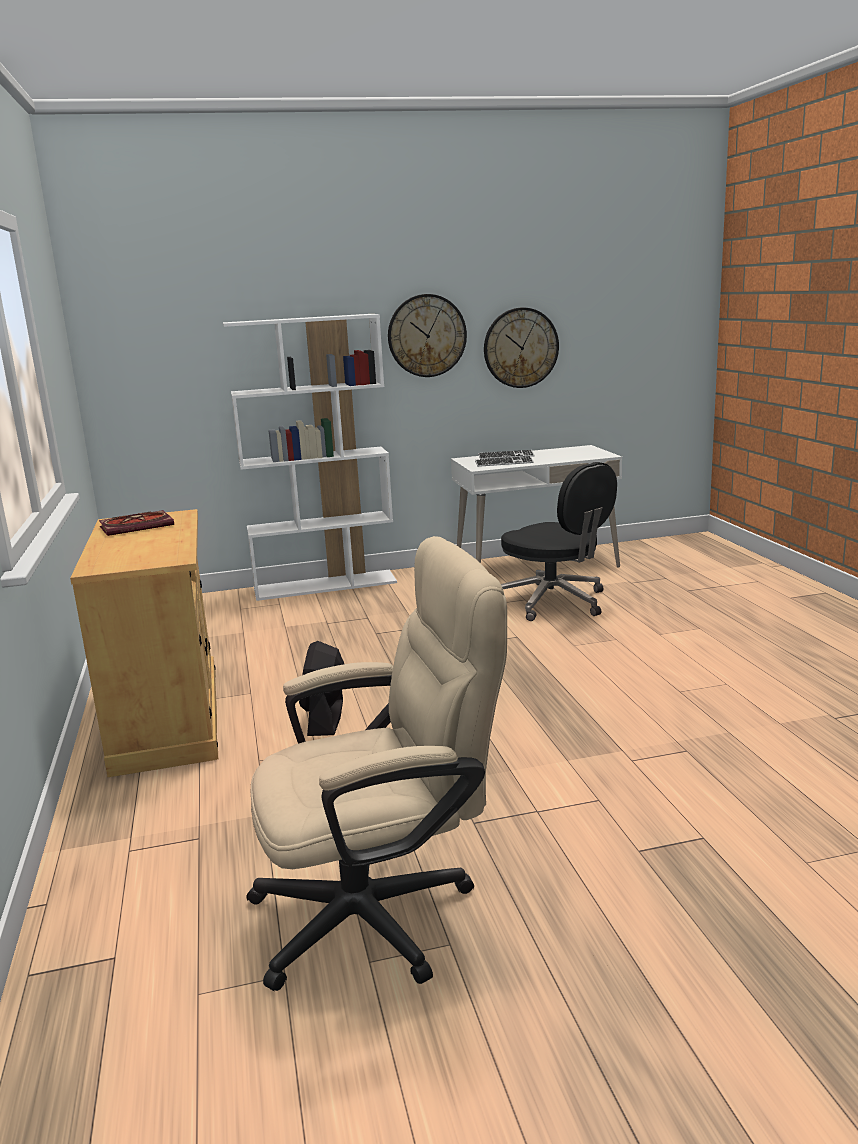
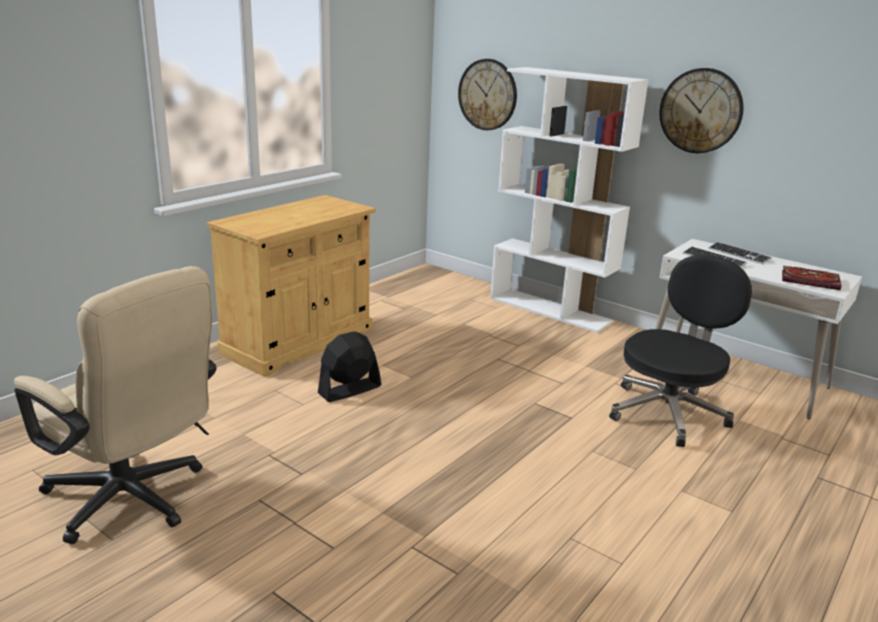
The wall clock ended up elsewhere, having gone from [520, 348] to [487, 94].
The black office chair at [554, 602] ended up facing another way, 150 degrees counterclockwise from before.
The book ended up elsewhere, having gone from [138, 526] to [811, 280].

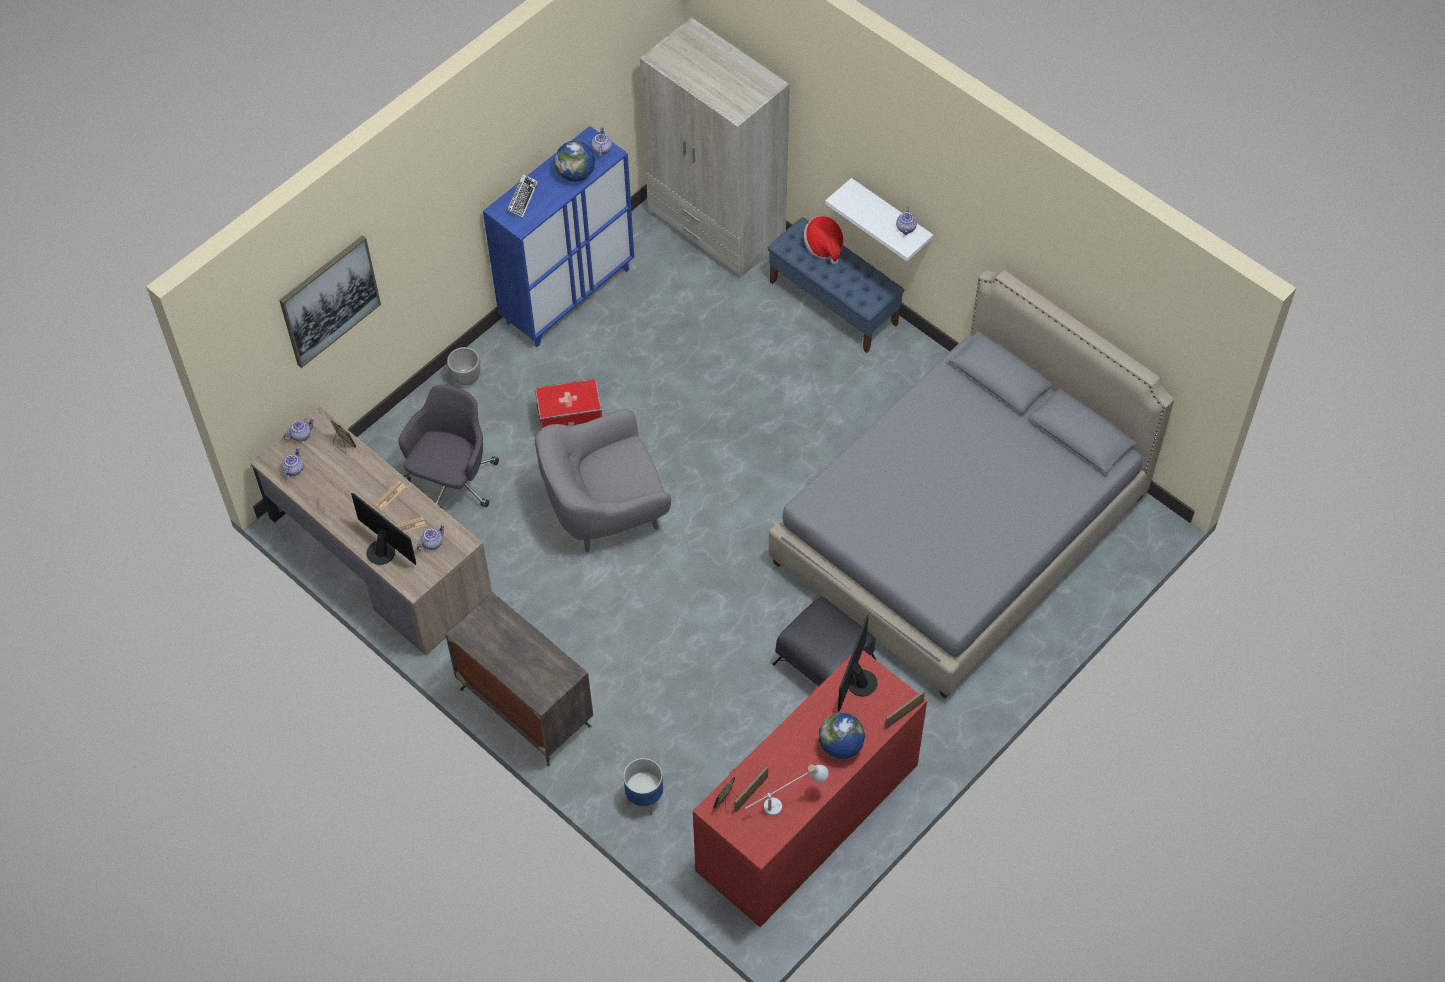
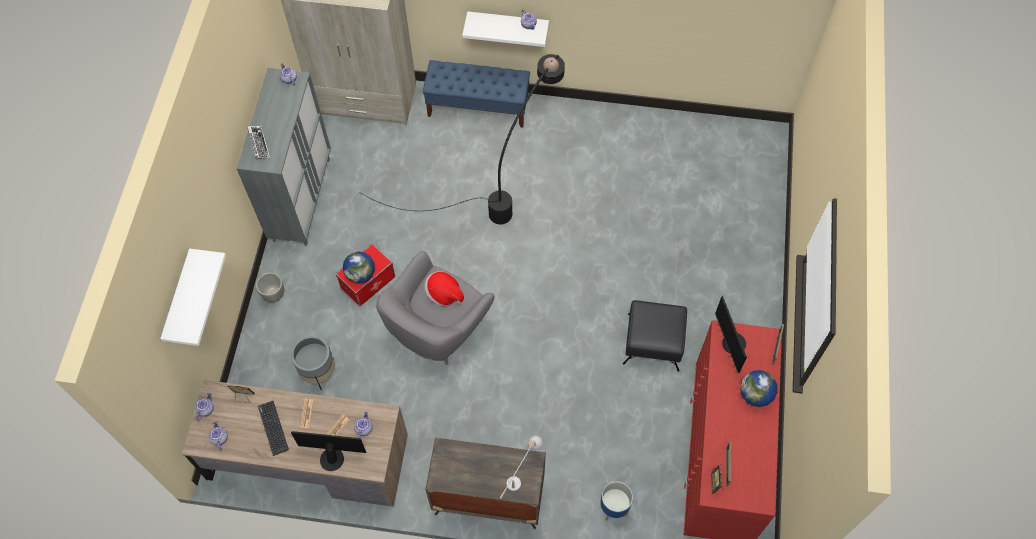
Where the picture hung at [329, 300], the white shelf came to hang at [179, 299].
What was the blue cabinet at [568, 295] turned into the grey cabinet at [301, 198].
The second view gained the keyboard at [273, 428].
Where the grey office chair stood at [452, 481], the grey planter came to stand at [318, 372].
The globe ended up elsewhere, having gone from [576, 174] to [360, 274].
The second view gained the black floor lamp at [504, 187].
The hat ended up elsewhere, having gone from [824, 246] to [444, 294].
The white table lamp ended up elsewhere, having gone from [785, 802] to [519, 475].
The second view lost the grey bed at [959, 530].

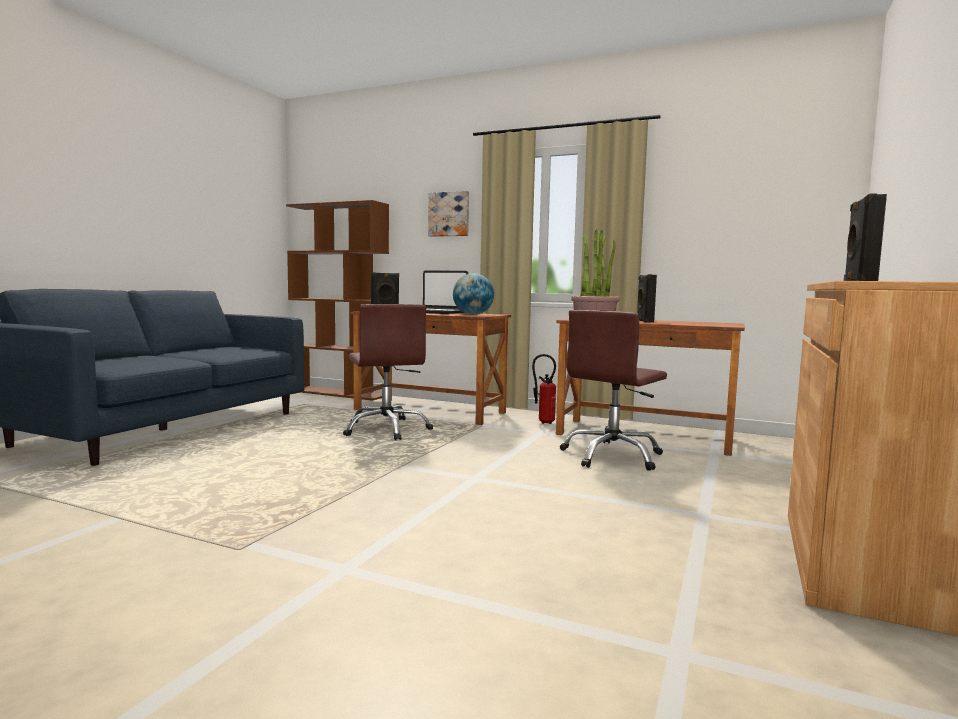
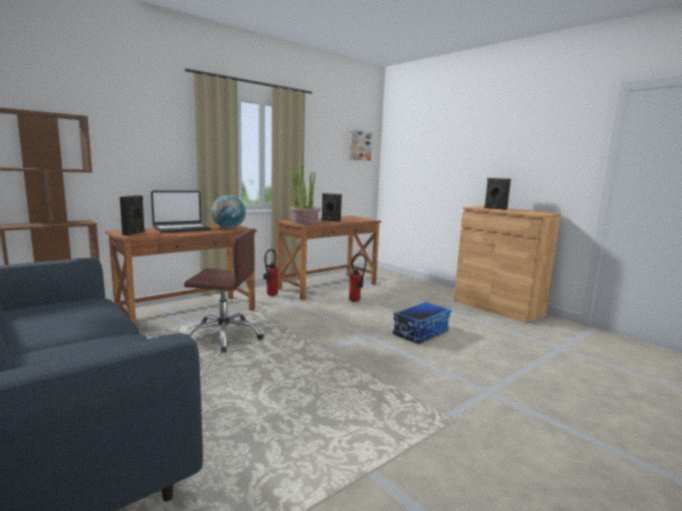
The picture ended up elsewhere, having gone from [449, 214] to [359, 145].
Where the brown office chair stood at [612, 456], the fire extinguisher came to stand at [356, 301].
The second view gained the storage box at [420, 332].

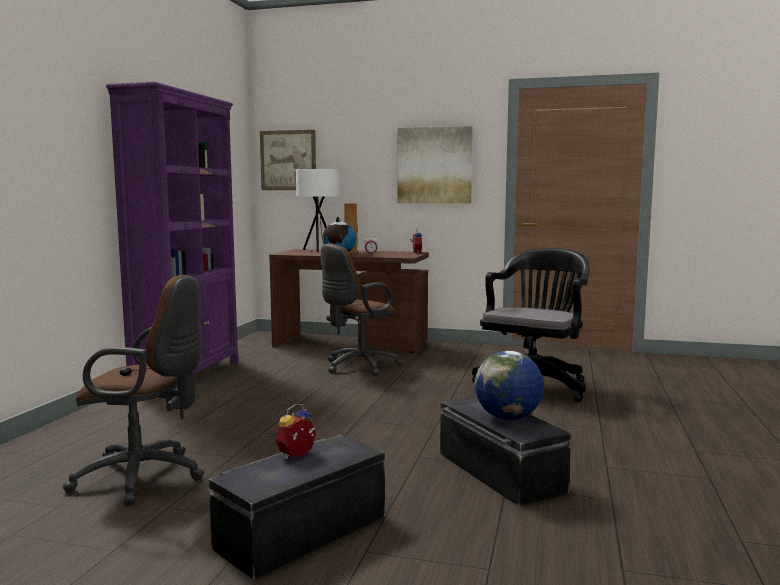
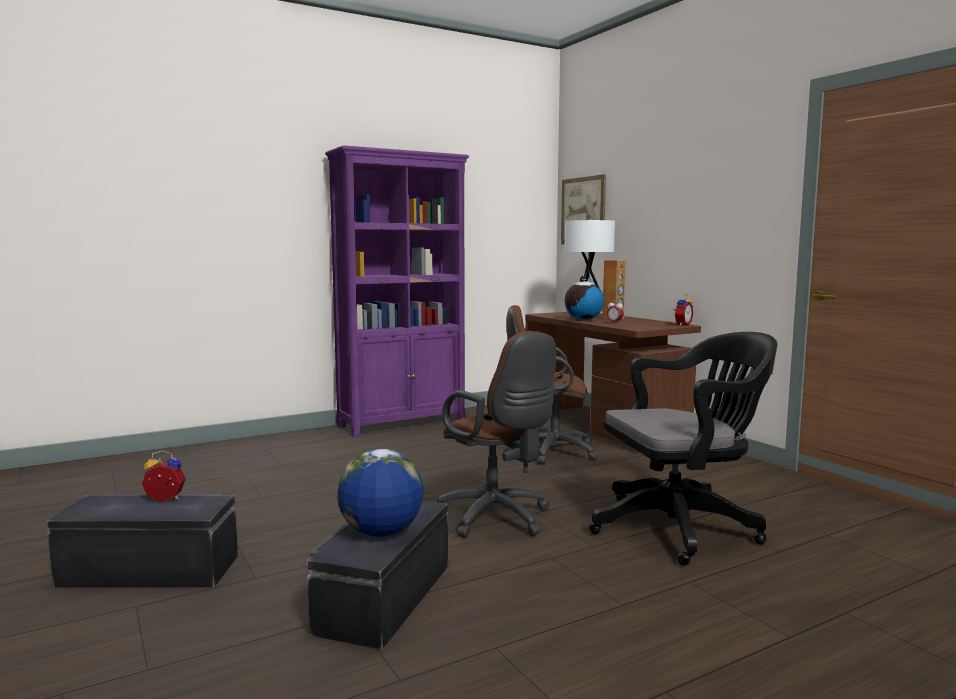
The brown office chair ended up elsewhere, having gone from [145, 477] to [497, 519].
The second view lost the picture at [434, 165].

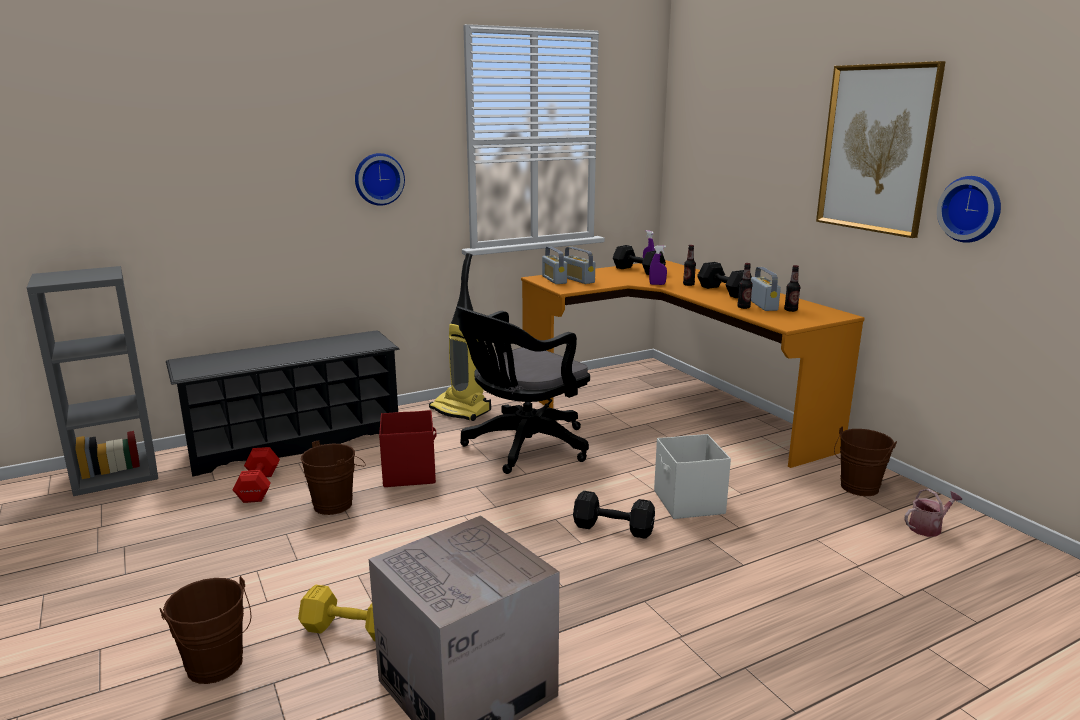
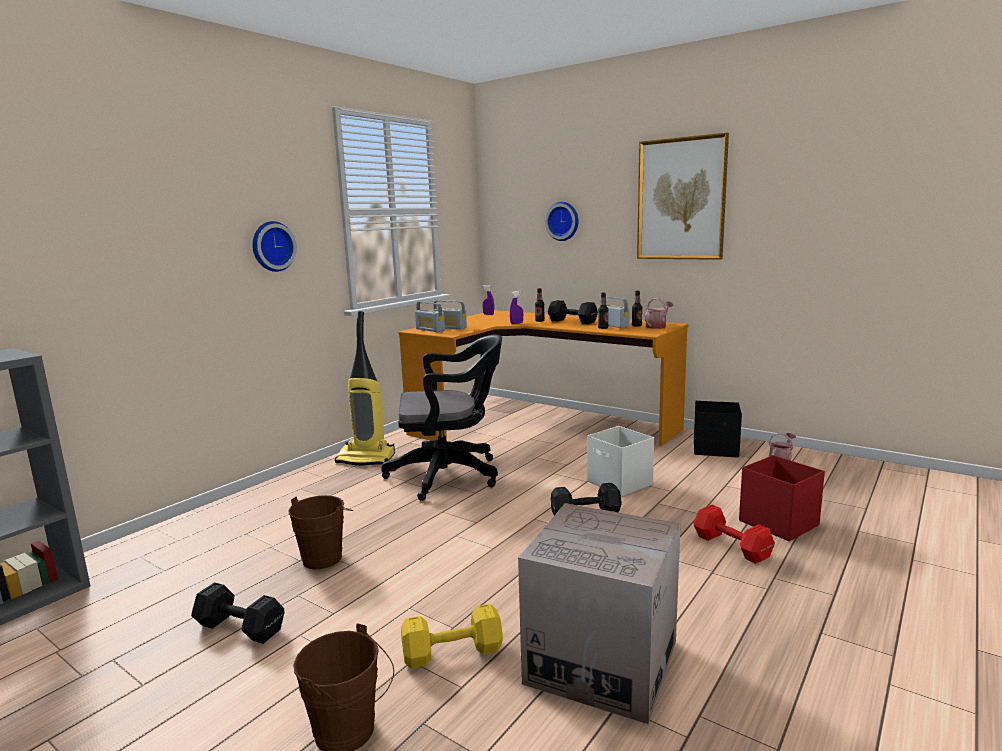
The black dumbbell ended up elsewhere, having gone from [637, 270] to [239, 627].
The black office chair at [522, 447] ended up facing another way, 120 degrees counterclockwise from before.
The wall clock ended up elsewhere, having gone from [971, 209] to [563, 221].
The second view gained the watering can at [657, 326].
The red dumbbell ended up elsewhere, having gone from [257, 487] to [732, 547].
Where the brown bucket stood at [857, 489], the black storage box came to stand at [716, 449].
The red storage box ended up elsewhere, having gone from [410, 473] to [778, 523].
The second view lost the black shoe rack at [295, 441].

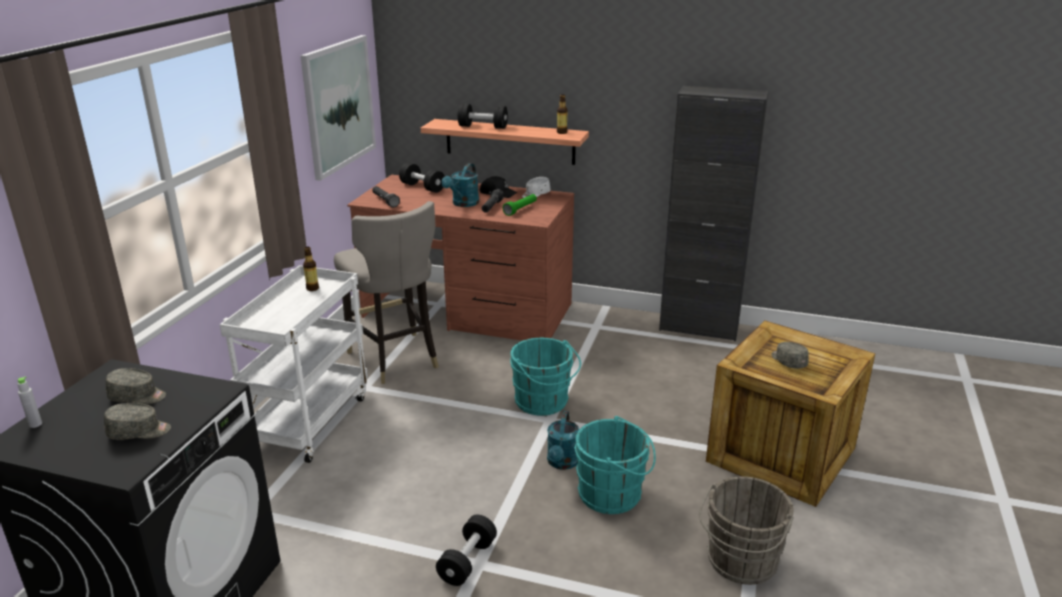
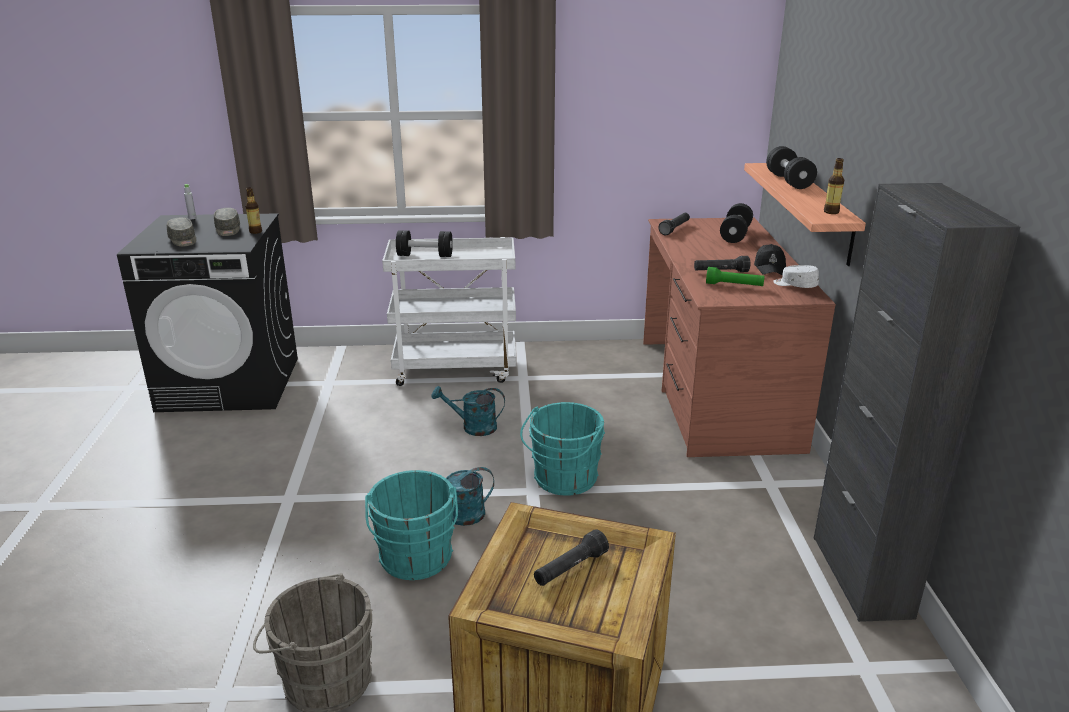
The bottle ended up elsewhere, having gone from [312, 288] to [255, 232].
The black dumbbell ended up elsewhere, having gone from [467, 561] to [425, 255].
The turquoise watering can ended up elsewhere, having gone from [463, 204] to [473, 427].
Where the grey cap stood at [788, 361], the black flashlight came to stand at [570, 569].
The second view lost the picture at [339, 105].
The second view lost the grey stool at [395, 359].

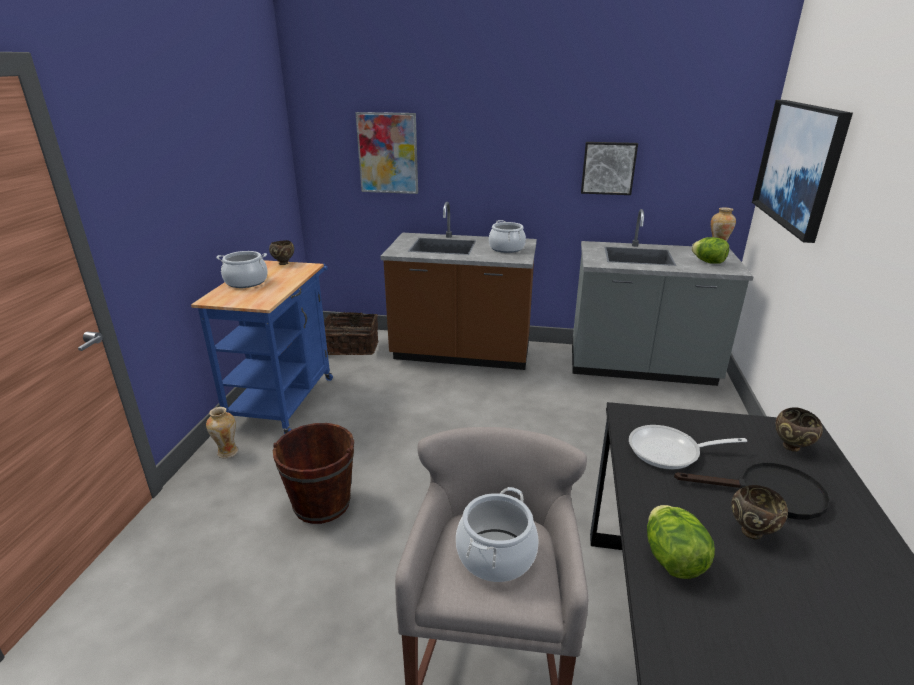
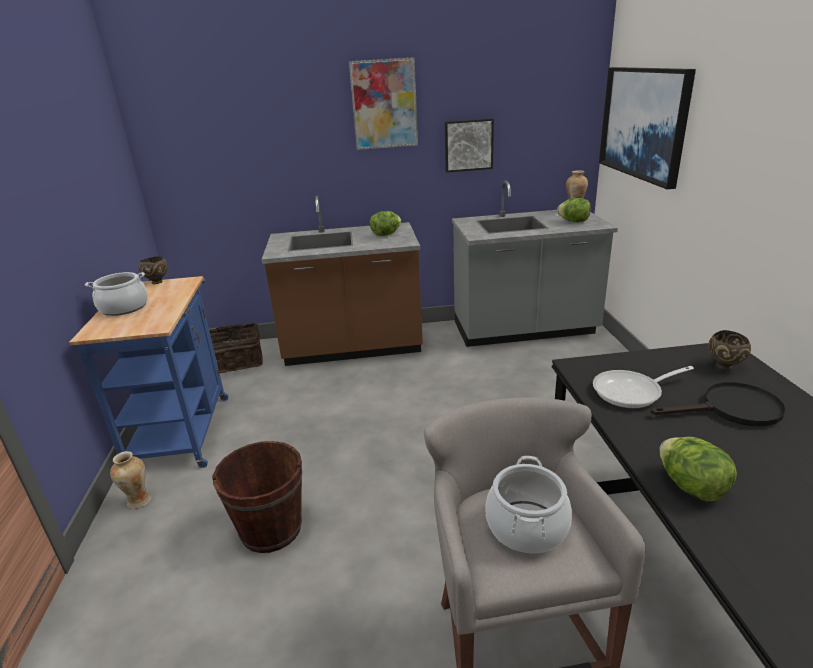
The picture ended up elsewhere, having gone from [388, 153] to [384, 104].
Where the cooking pot stood at [506, 248], the lettuce came to stand at [386, 234].
The second view lost the brown bowl at [751, 531].

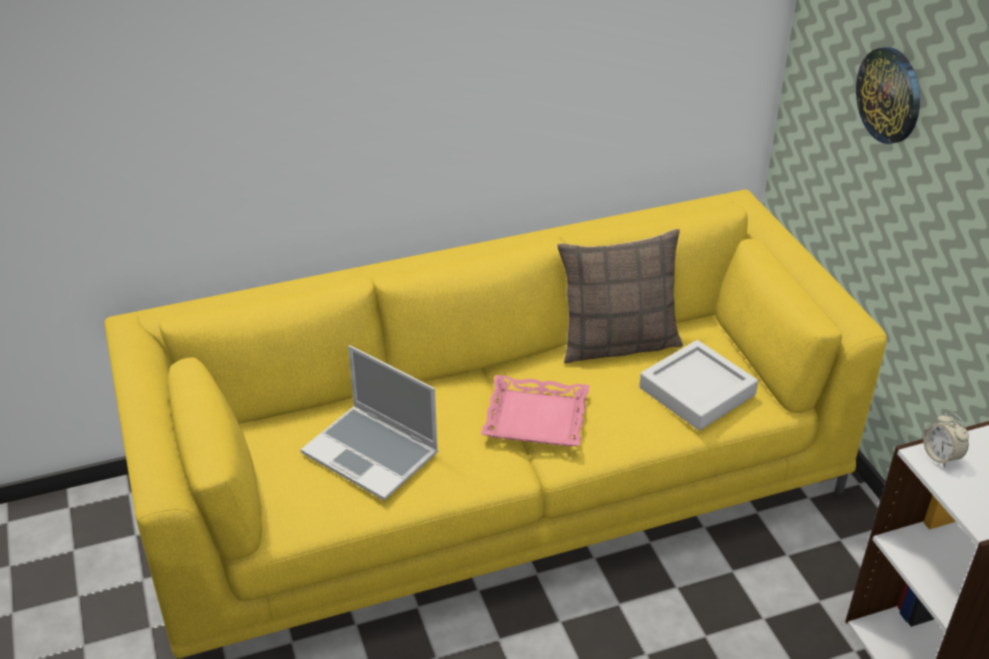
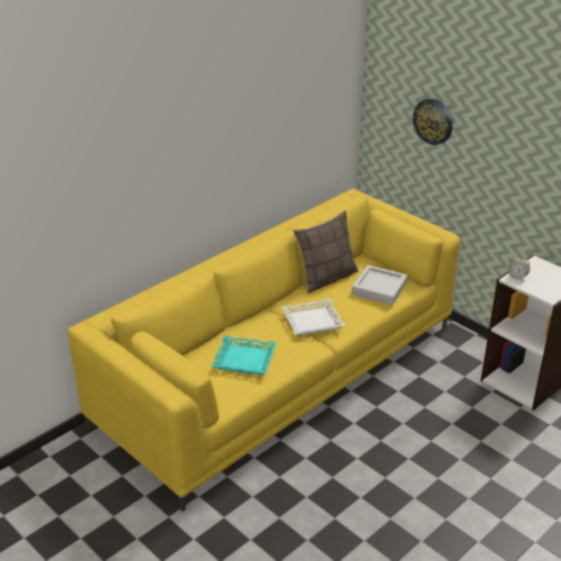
Where the laptop stood at [373, 454], the turquoise tray came to stand at [244, 359].
What was the pink tray at [536, 418] turned into the white tray at [312, 321].

